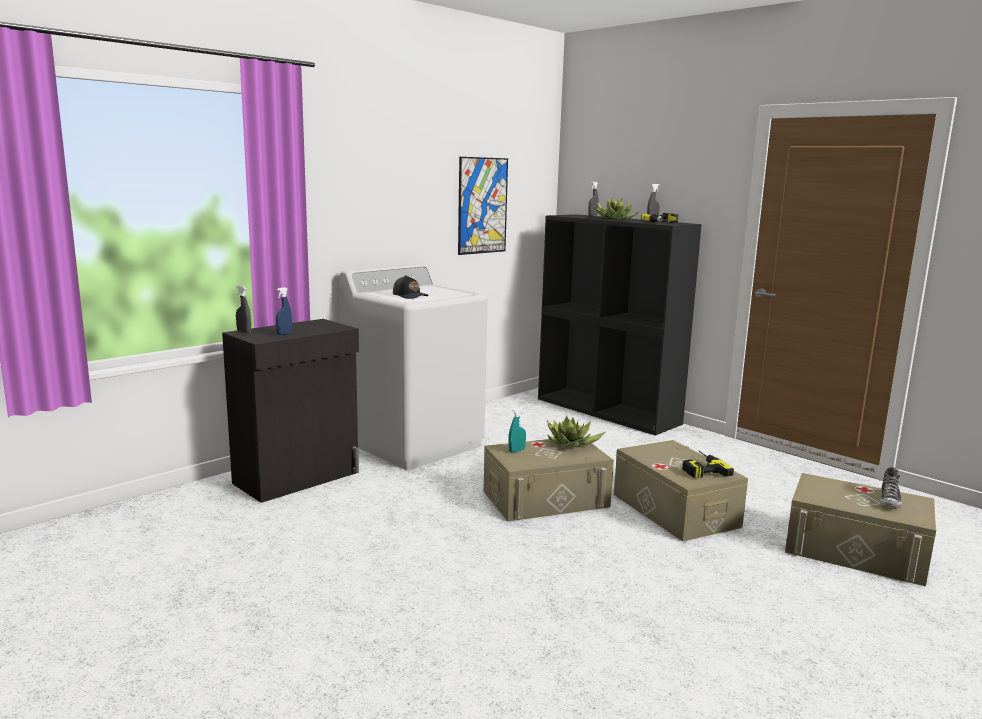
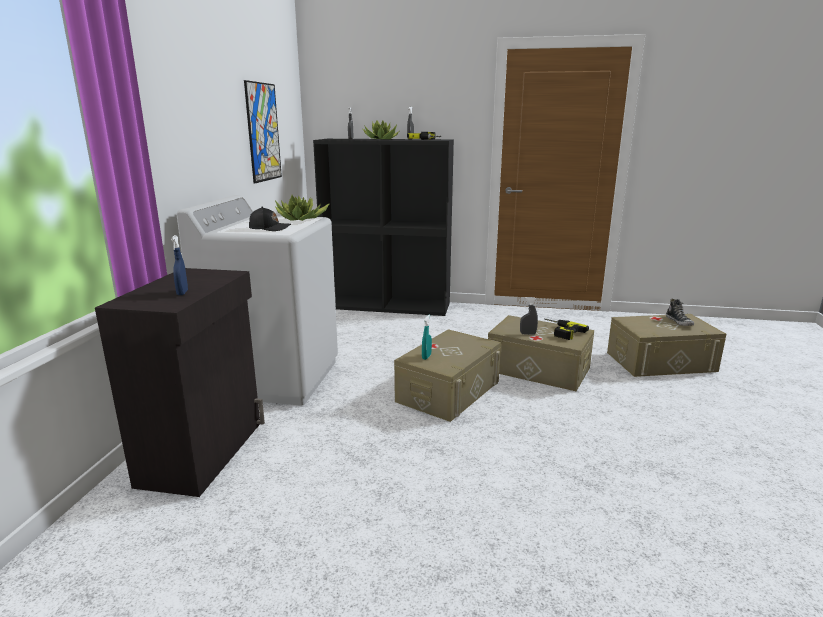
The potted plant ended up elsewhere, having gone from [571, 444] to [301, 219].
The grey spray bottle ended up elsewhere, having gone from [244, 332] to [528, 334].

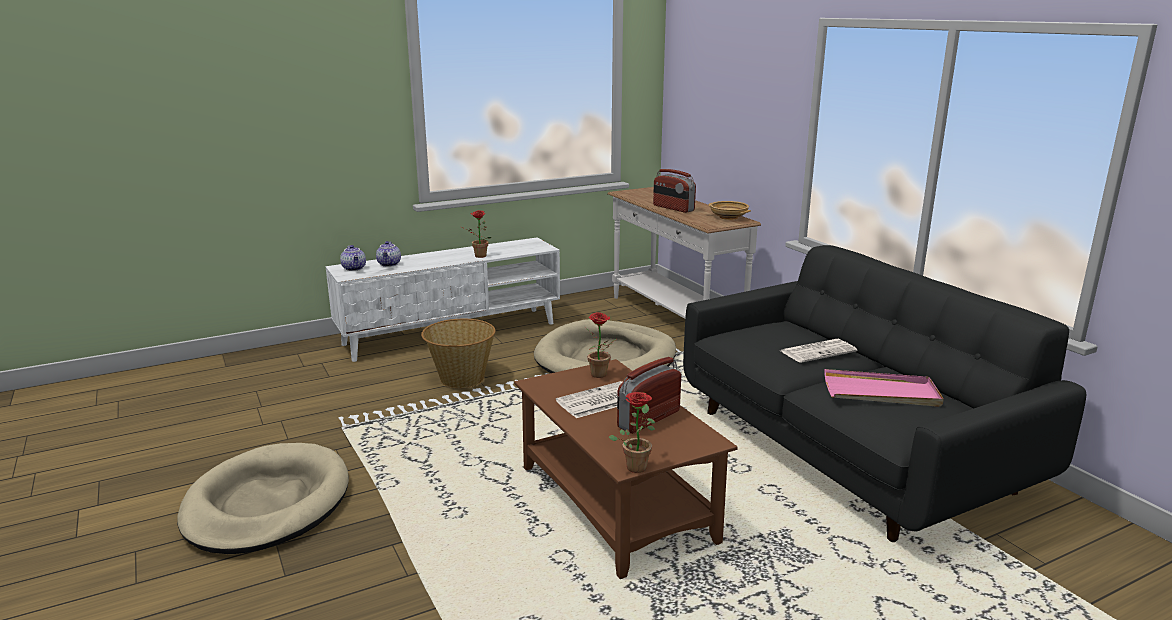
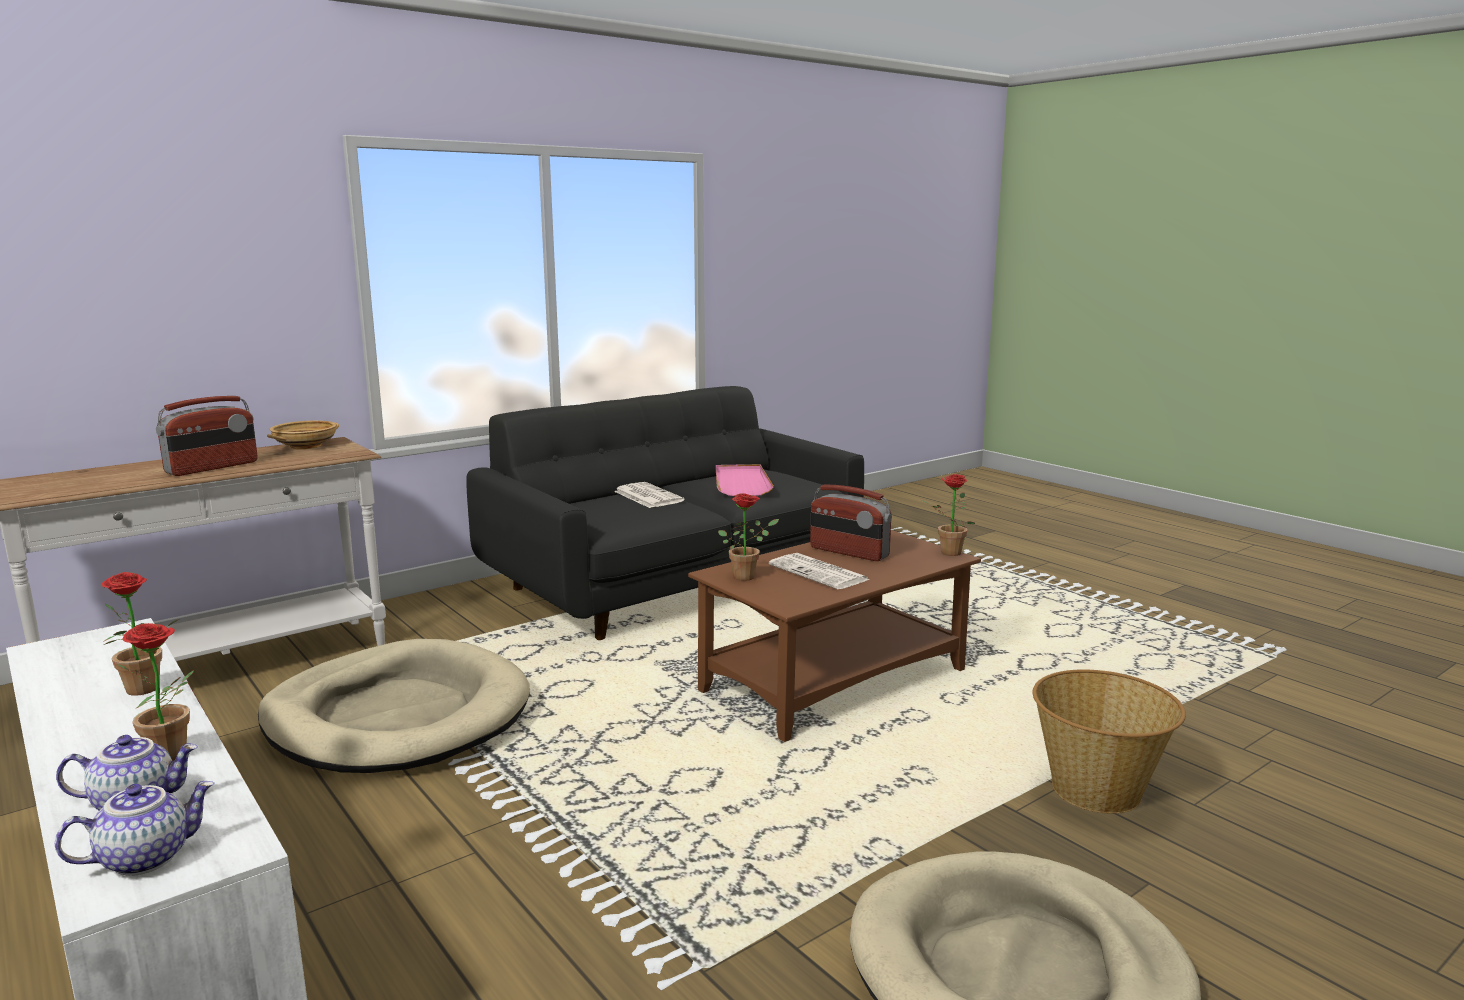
The second view gained the potted plant at [173, 756].
The basket ended up elsewhere, having gone from [461, 379] to [1097, 790].

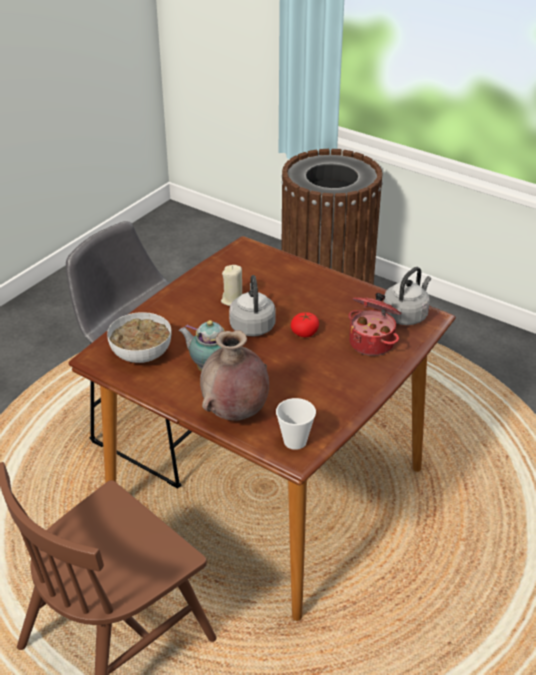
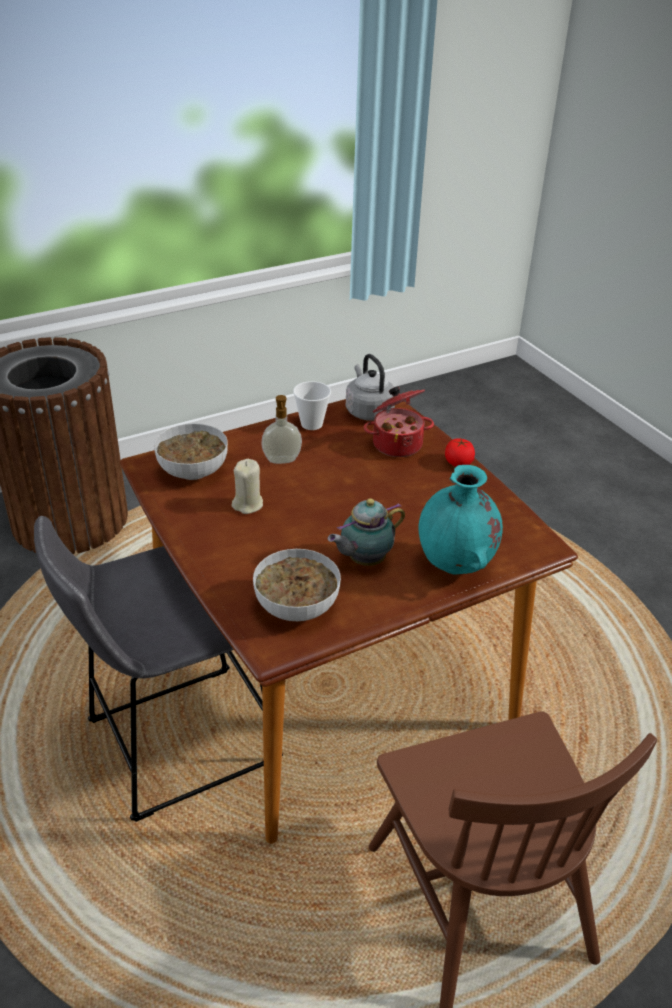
The second view gained the bowl at [193, 470].
The second view gained the soap dispenser at [282, 461].
The cup ended up elsewhere, having gone from [295, 441] to [311, 424].
What was the brown vase at [235, 414] turned into the turquoise vase at [455, 566].
The tomato ended up elsewhere, having gone from [304, 332] to [458, 462].
The second view lost the grey kettle at [252, 325].

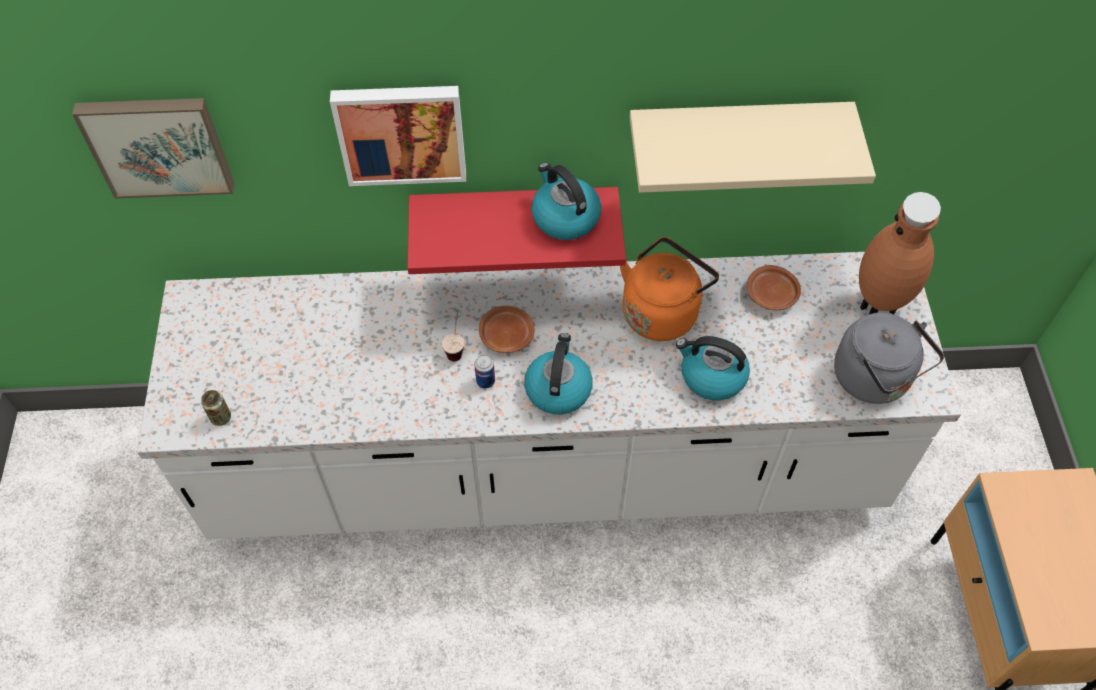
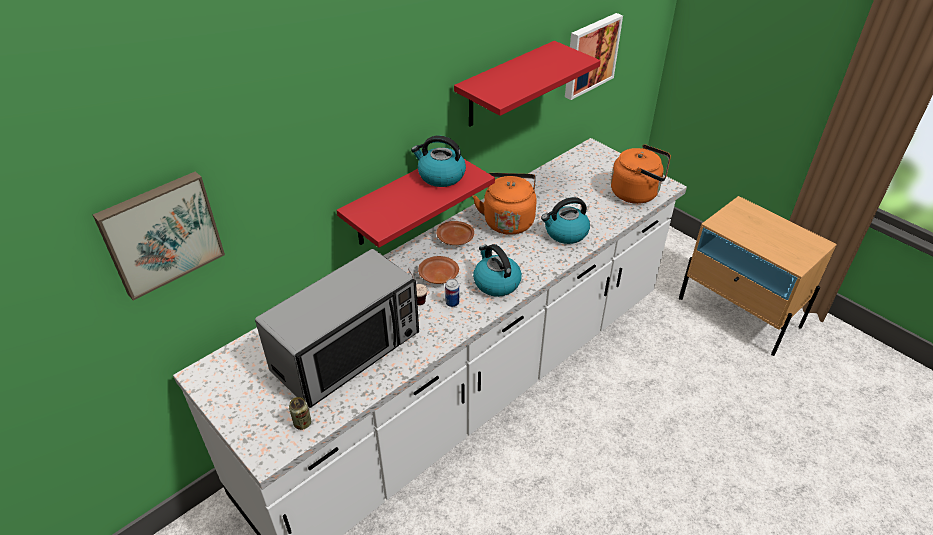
The second view gained the microwave at [347, 351].
The brown plate ended up elsewhere, having gone from [772, 294] to [455, 239].
What was the beige shelf at [736, 134] turned into the red shelf at [505, 85].
The picture ended up elsewhere, having gone from [401, 132] to [590, 55].
What was the grey kettle at [875, 380] turned into the orange kettle at [637, 193].
The second view lost the brown vase at [879, 307].

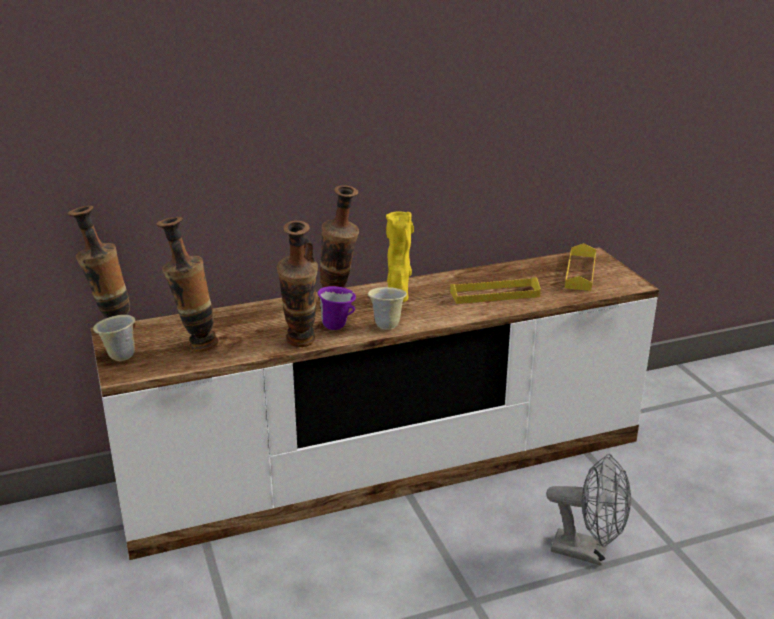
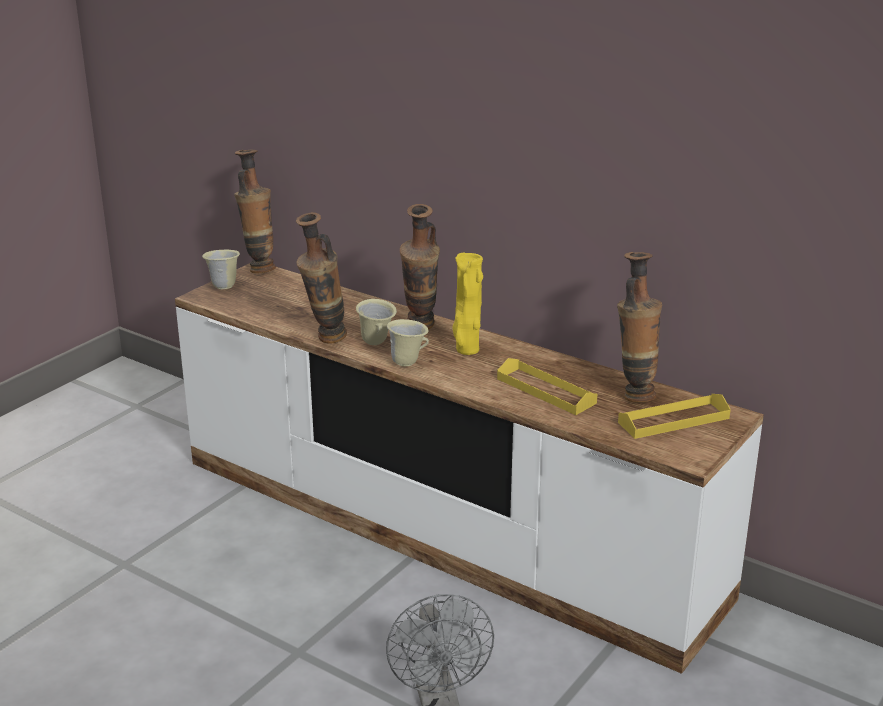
What was the purple mug at [337, 326] turned into the beige mug at [377, 343].
The vase ended up elsewhere, having gone from [195, 345] to [634, 394].

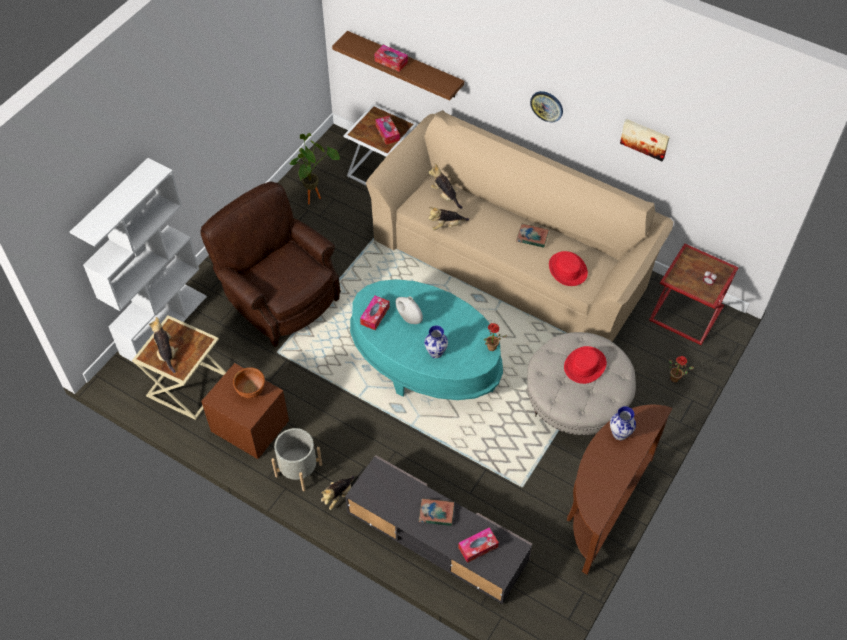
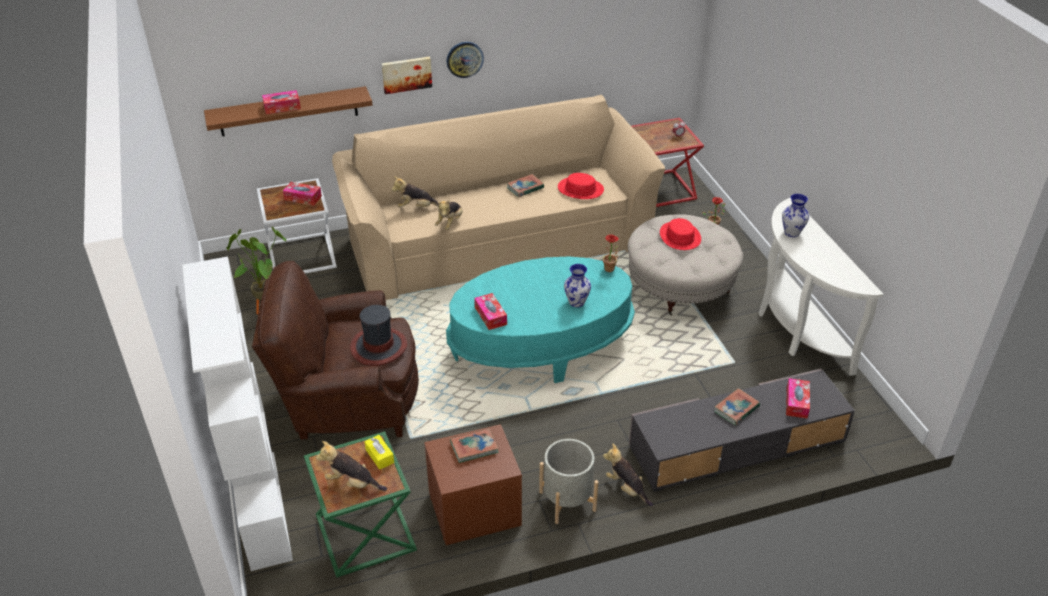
What was the beige side table at [188, 387] turned into the green side table at [367, 533].
The second view gained the hat at [378, 347].
The second view gained the yellow tissue box at [380, 456].
The picture ended up elsewhere, having gone from [645, 138] to [406, 74].
Where the brown bowl stood at [251, 390], the book came to stand at [474, 447].
The plush toy at [338, 496] ended up facing another way, 150 degrees clockwise from before.
What was the brown console table at [602, 505] turned into the white console table at [795, 329].
The second view lost the white vase at [409, 318].

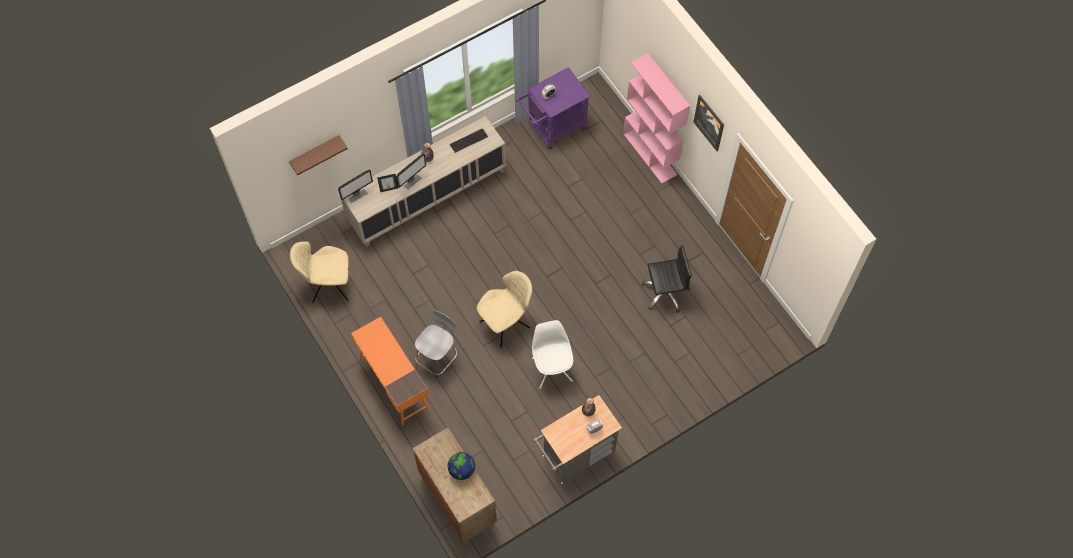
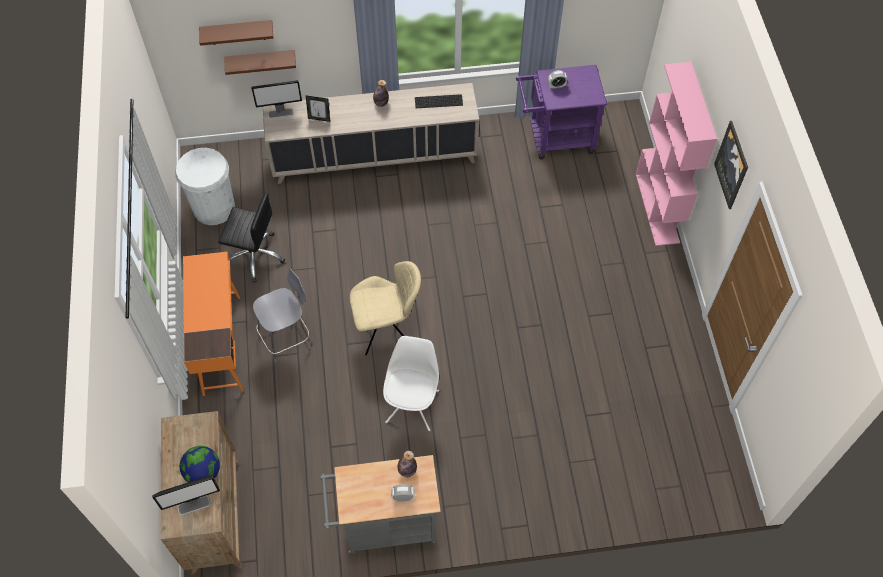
The monitor ended up elsewhere, having gone from [412, 182] to [194, 505].
Where the beige chair stood at [328, 285], the white trash can came to stand at [214, 208].
The black office chair ended up elsewhere, having gone from [665, 292] to [255, 255].
The second view gained the brown shelf at [261, 61].

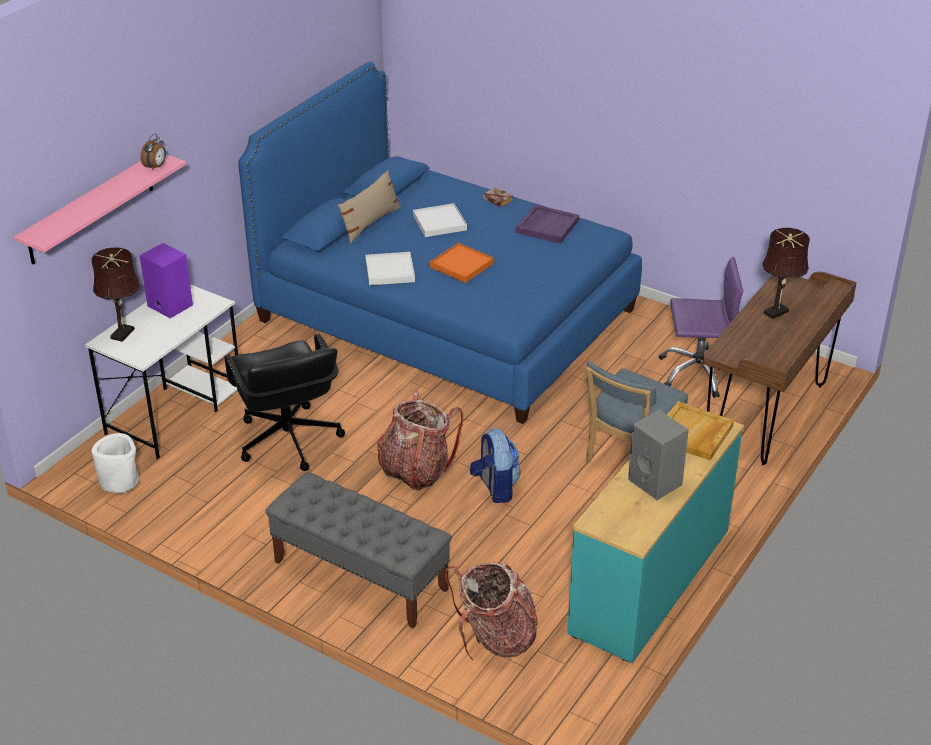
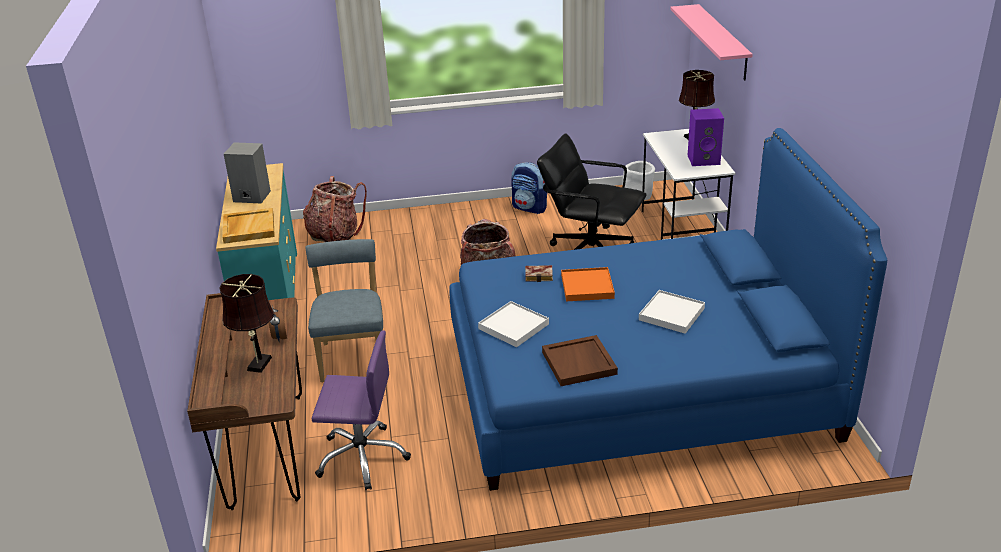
The alarm clock ended up elsewhere, having gone from [156, 167] to [279, 337].
The purple office chair at [698, 372] ended up facing another way, 135 degrees counterclockwise from before.
The white tray ended up elsewhere, having gone from [390, 271] to [513, 326].
The backpack ended up elsewhere, having gone from [495, 488] to [530, 208].
The book ended up elsewhere, having gone from [496, 200] to [540, 275].
What was the purple tray at [547, 226] turned into the brown tray at [580, 363].
The second view lost the grey bench at [360, 575].
The second view lost the beige pillow at [370, 223].

